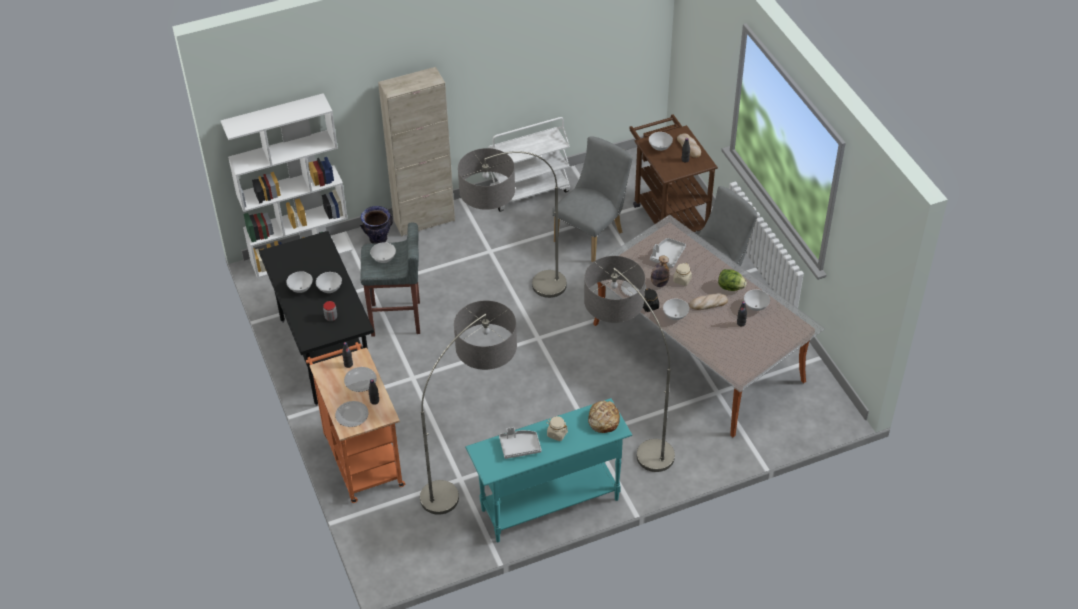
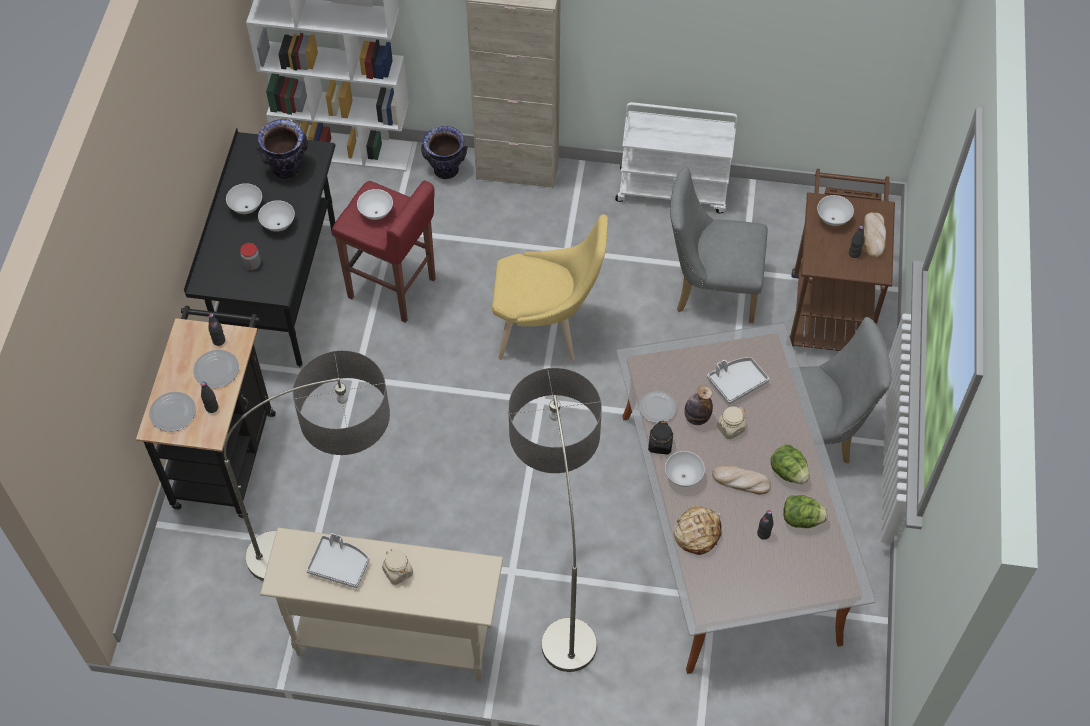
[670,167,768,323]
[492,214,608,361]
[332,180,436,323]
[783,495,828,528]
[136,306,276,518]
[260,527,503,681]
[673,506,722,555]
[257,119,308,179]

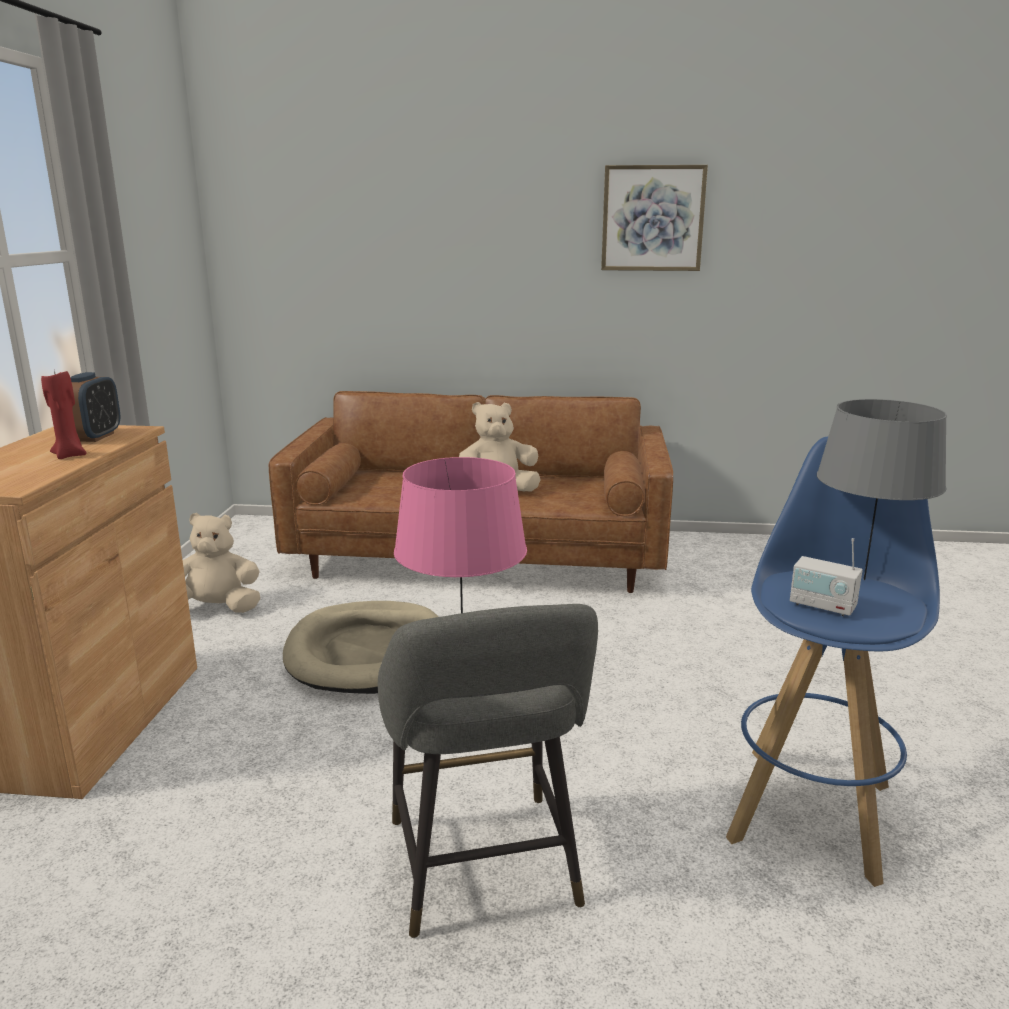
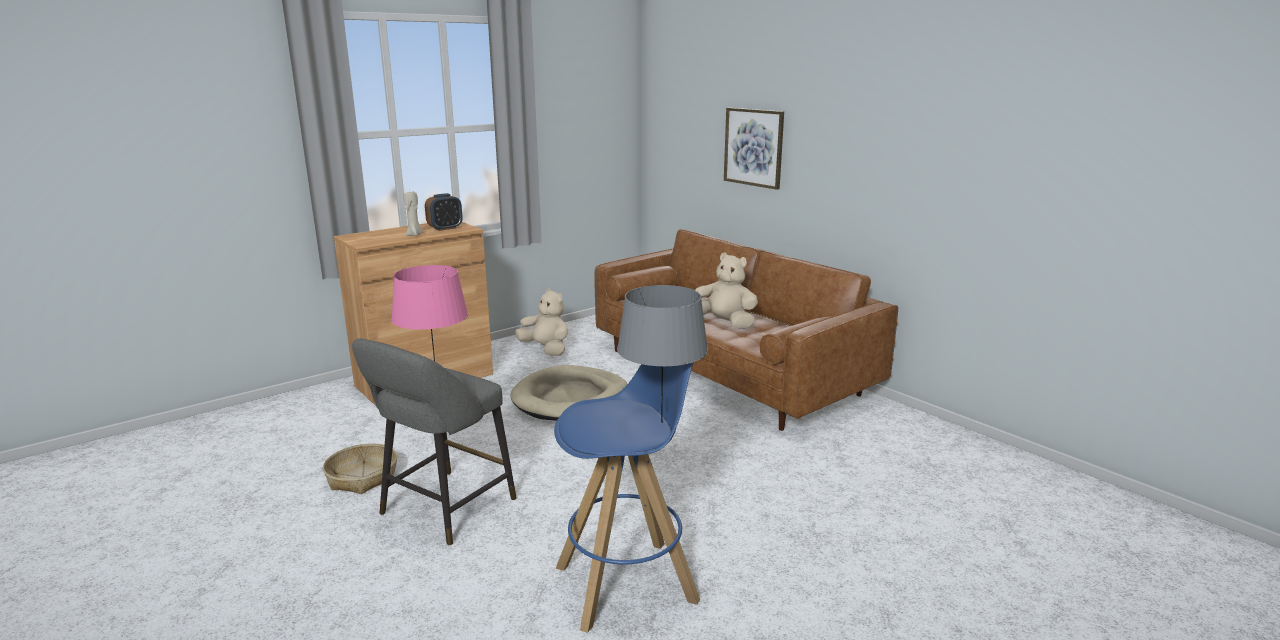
[724,108,784,190]
[403,192,423,236]
[790,538,863,616] (first image)
[323,444,397,494]

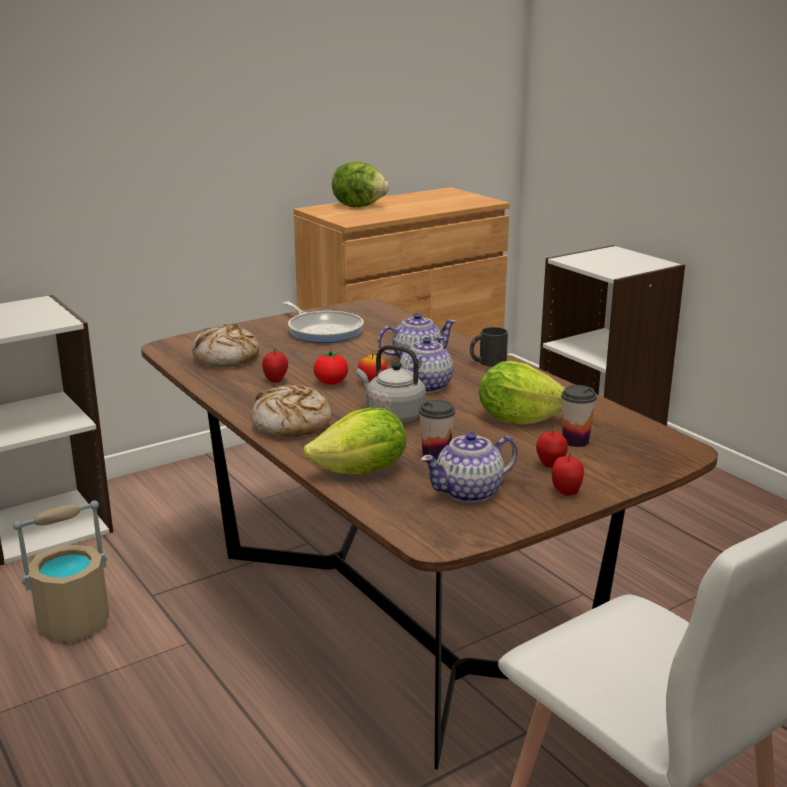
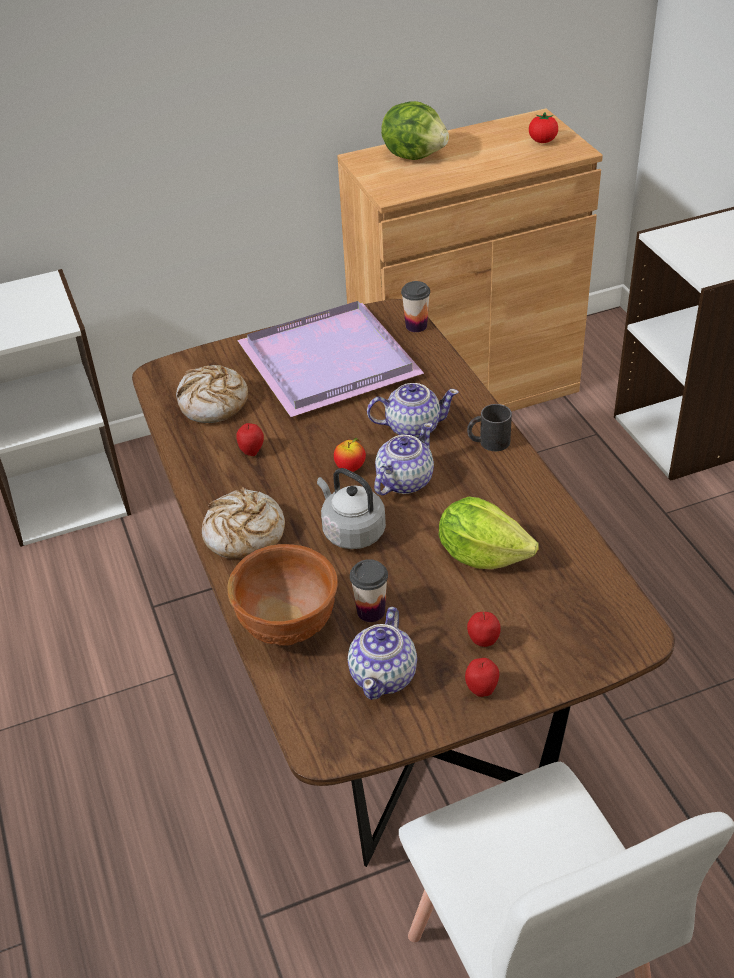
[237,301,424,417]
[529,112,558,143]
[401,281,430,332]
[227,544,338,646]
[348,607,417,700]
[13,500,109,642] (first image)

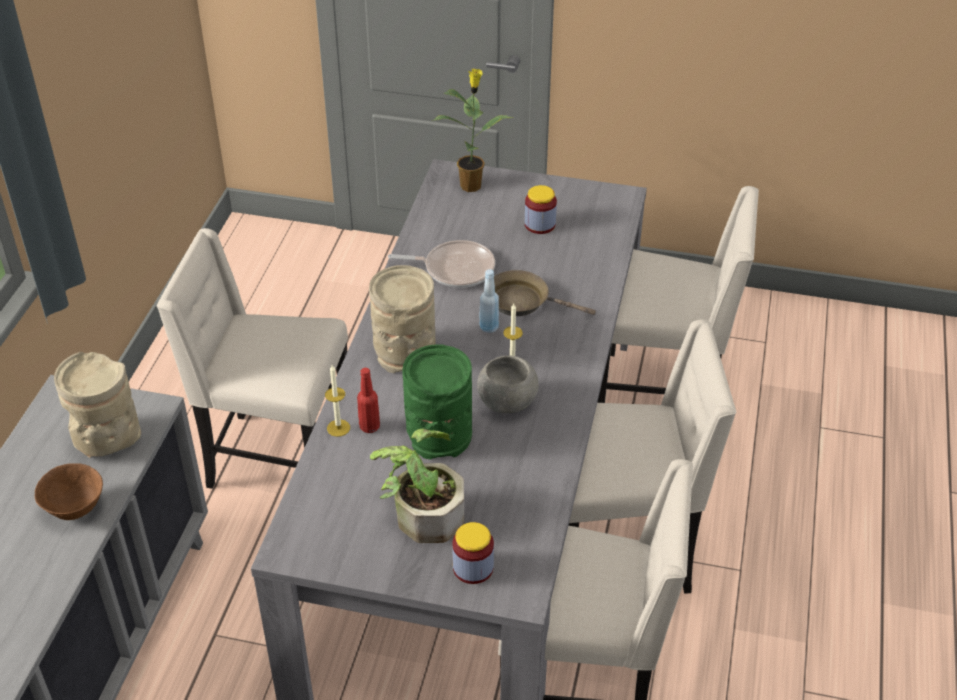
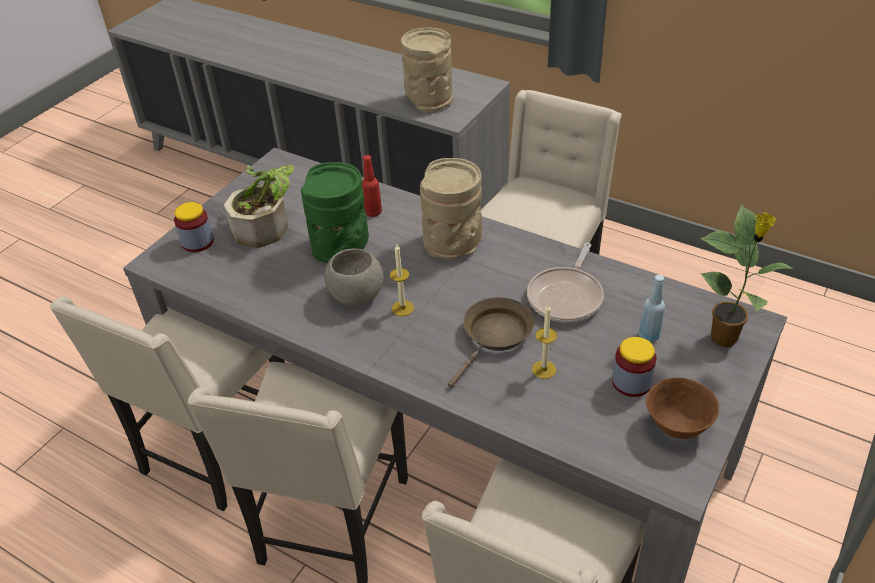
[639,275,665,342]
[532,305,557,379]
[646,378,719,439]

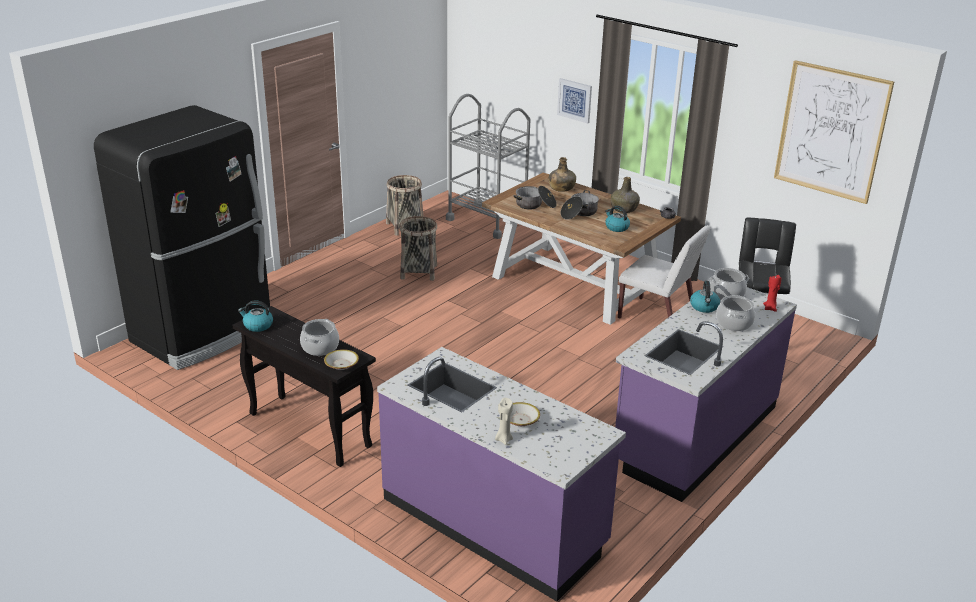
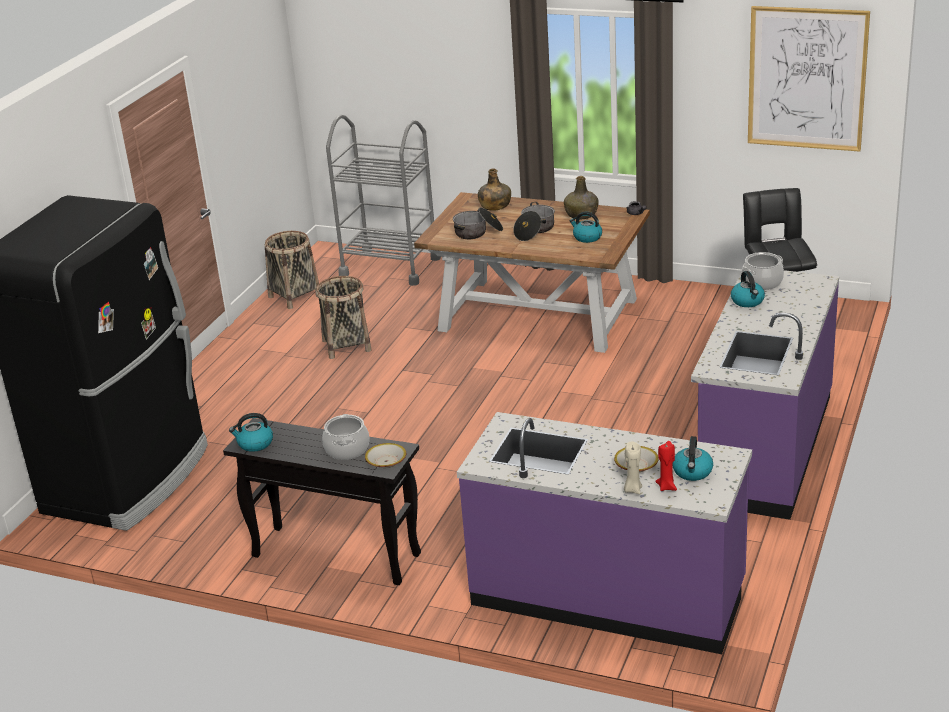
[557,78,592,123] (first image)
[618,225,710,319] (first image)
[655,441,677,491]
[716,295,755,331] (first image)
[673,436,713,481]

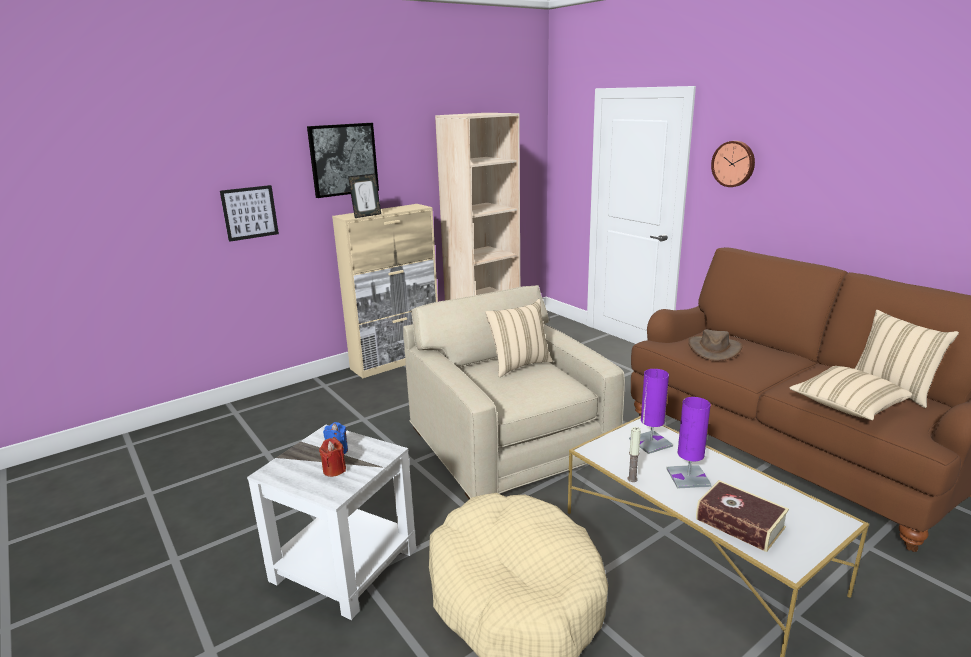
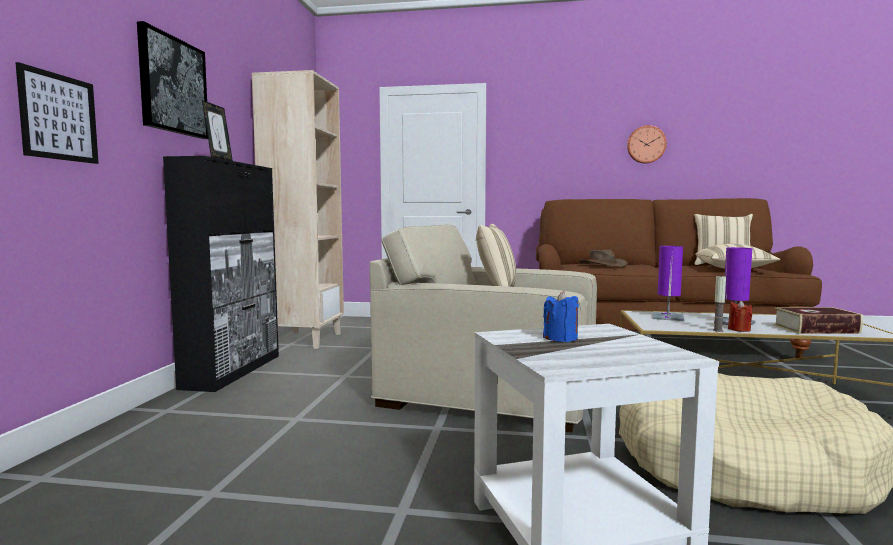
[627,125,667,163]
[163,156,279,392]
[728,300,752,332]

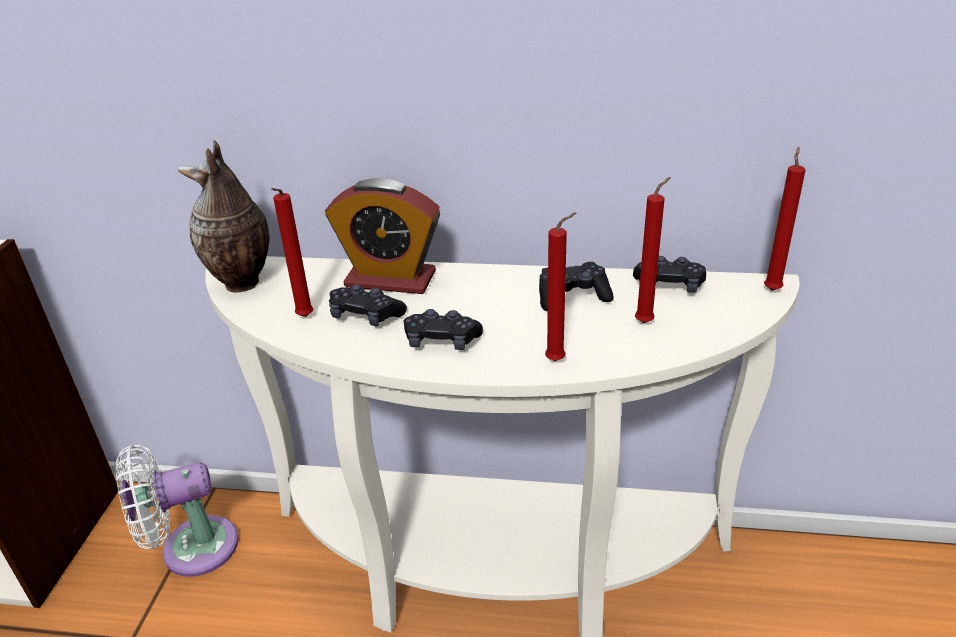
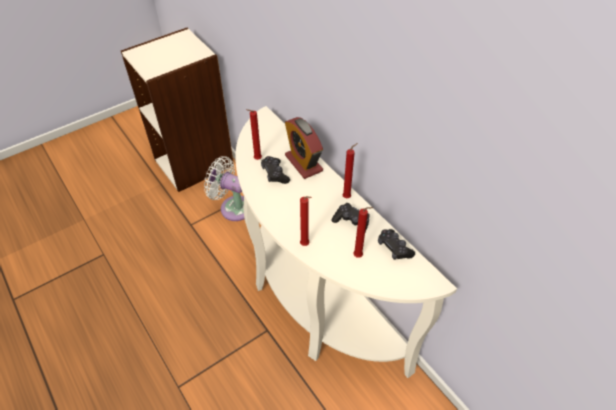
[178,140,270,293] (first image)
[343,143,358,198]
[404,309,483,350] (first image)

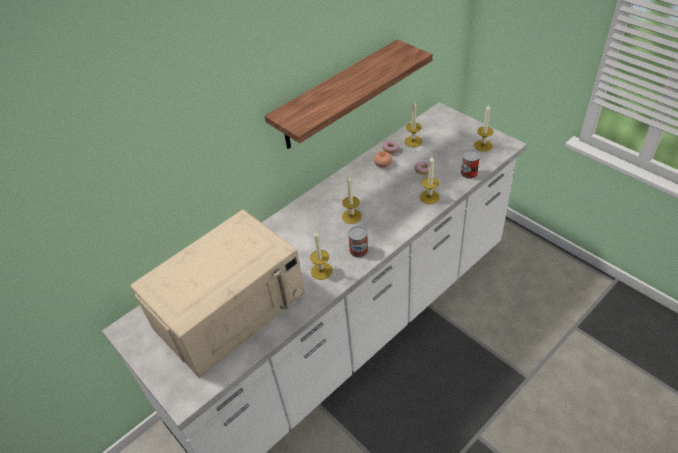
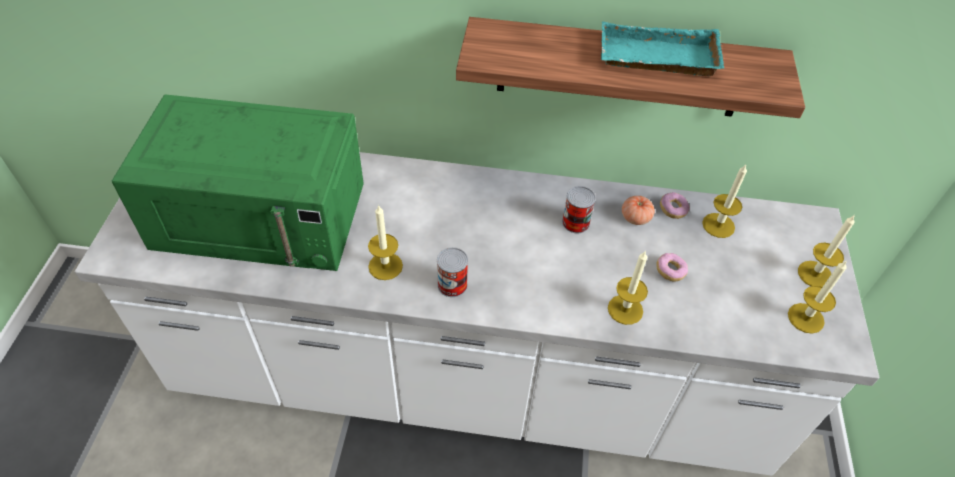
[562,186,596,233]
[798,214,855,287]
[112,94,364,271]
[601,22,724,76]

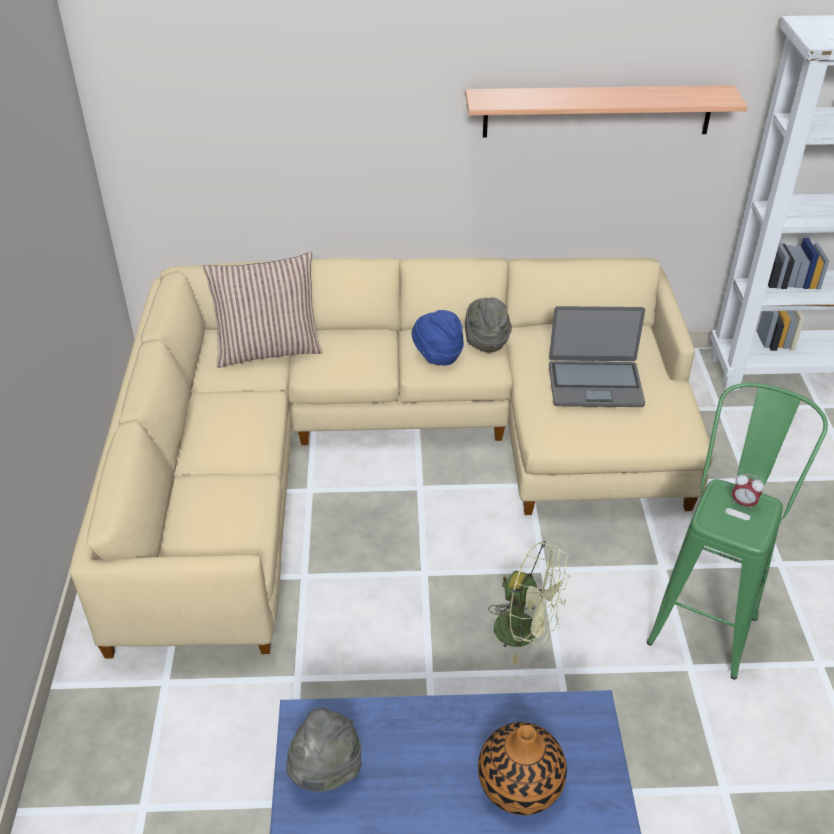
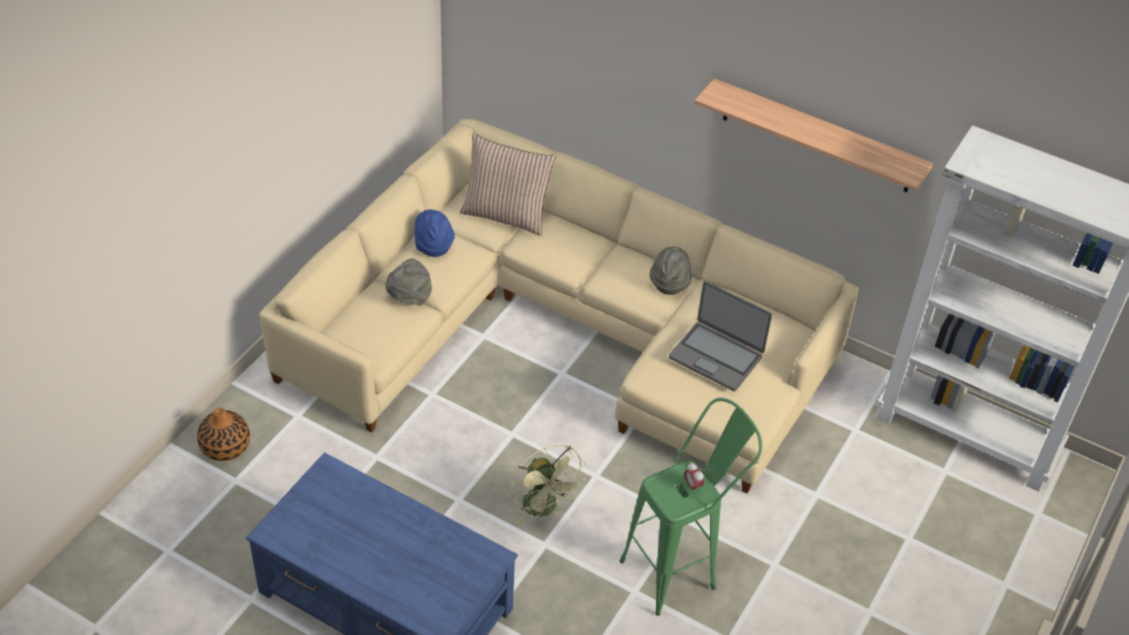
[414,210,455,257]
[385,258,432,306]
[197,408,250,461]

